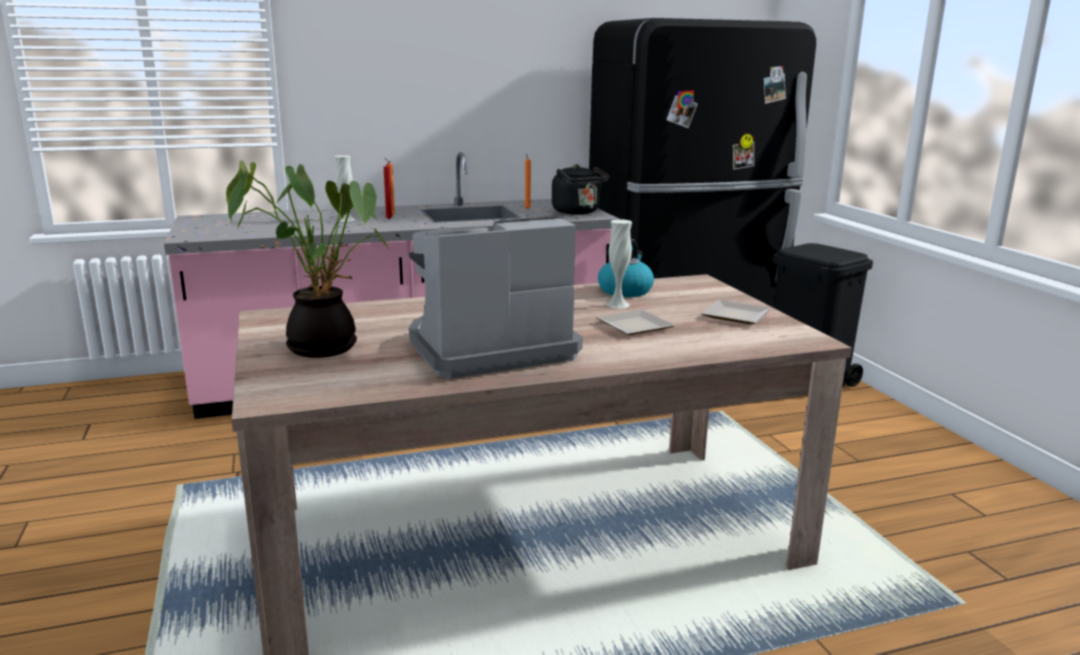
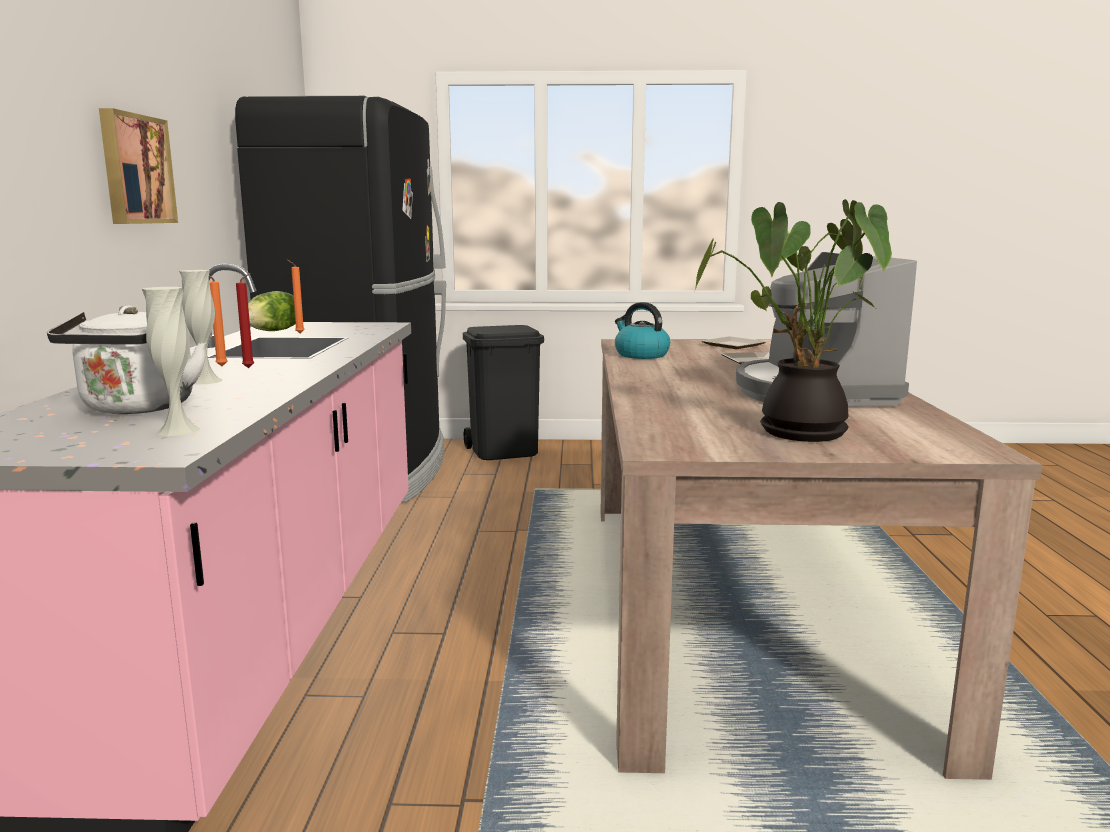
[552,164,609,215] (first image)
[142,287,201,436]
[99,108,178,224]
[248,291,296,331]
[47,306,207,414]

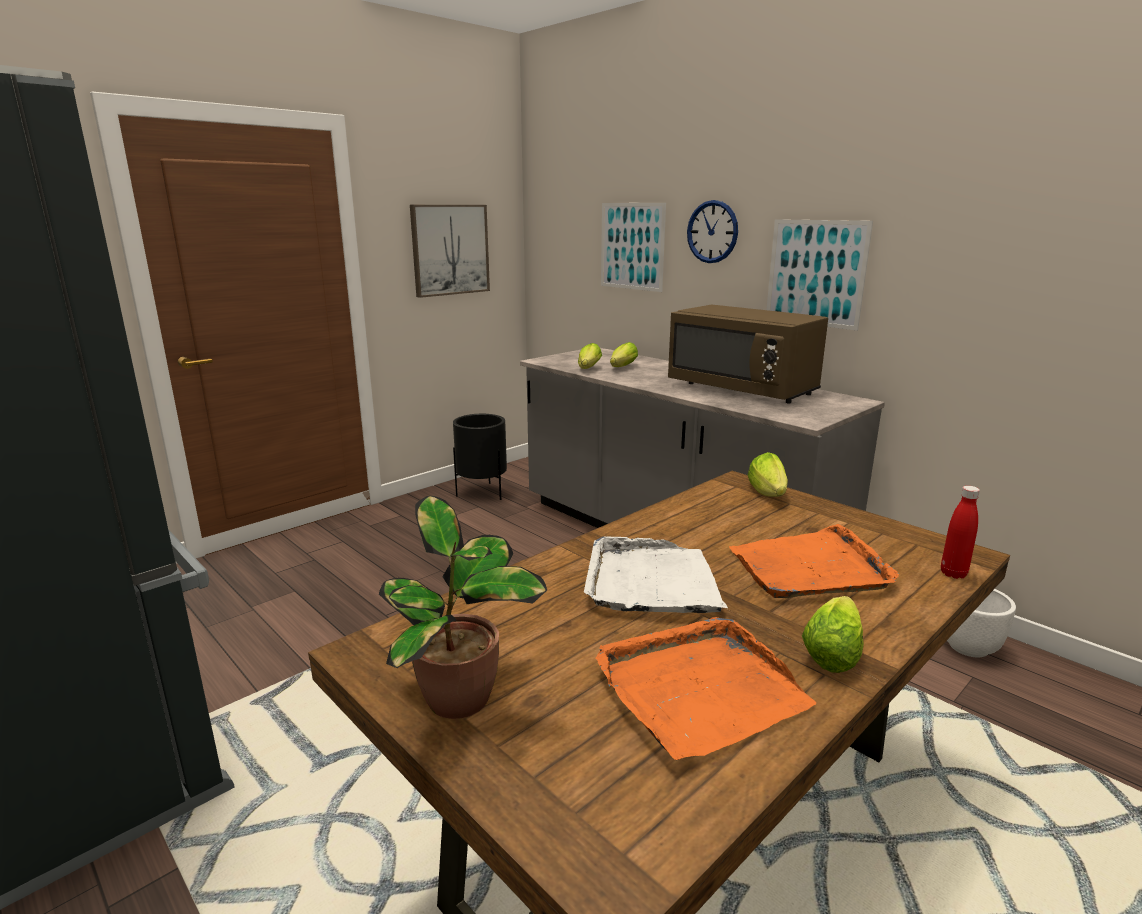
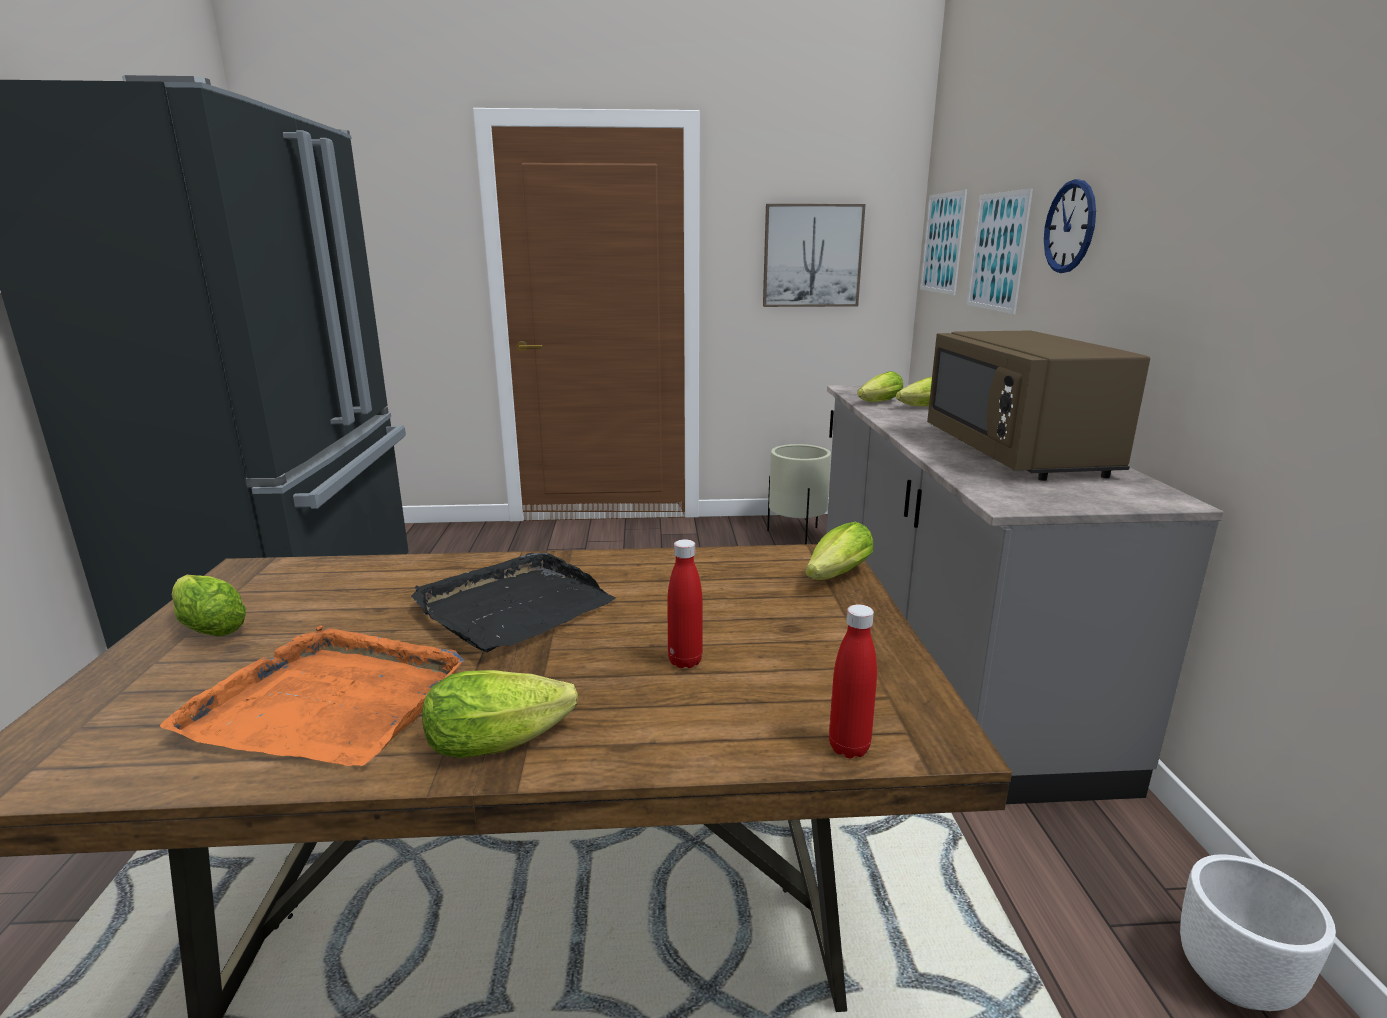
[920,190,967,295]
[767,444,831,544]
[172,575,246,637]
[667,539,703,668]
[411,553,616,653]

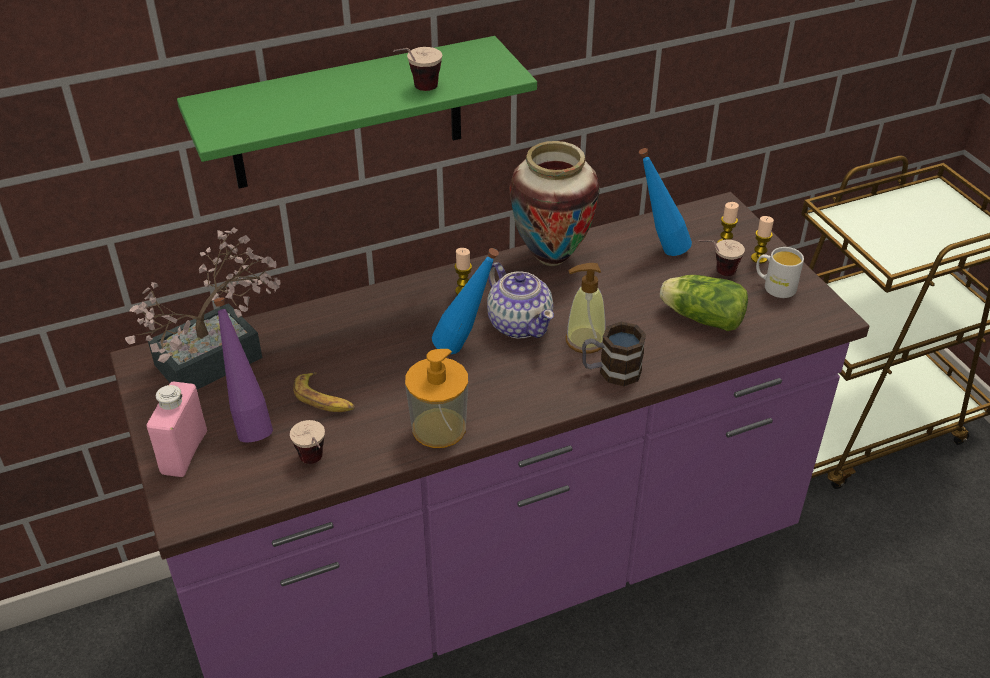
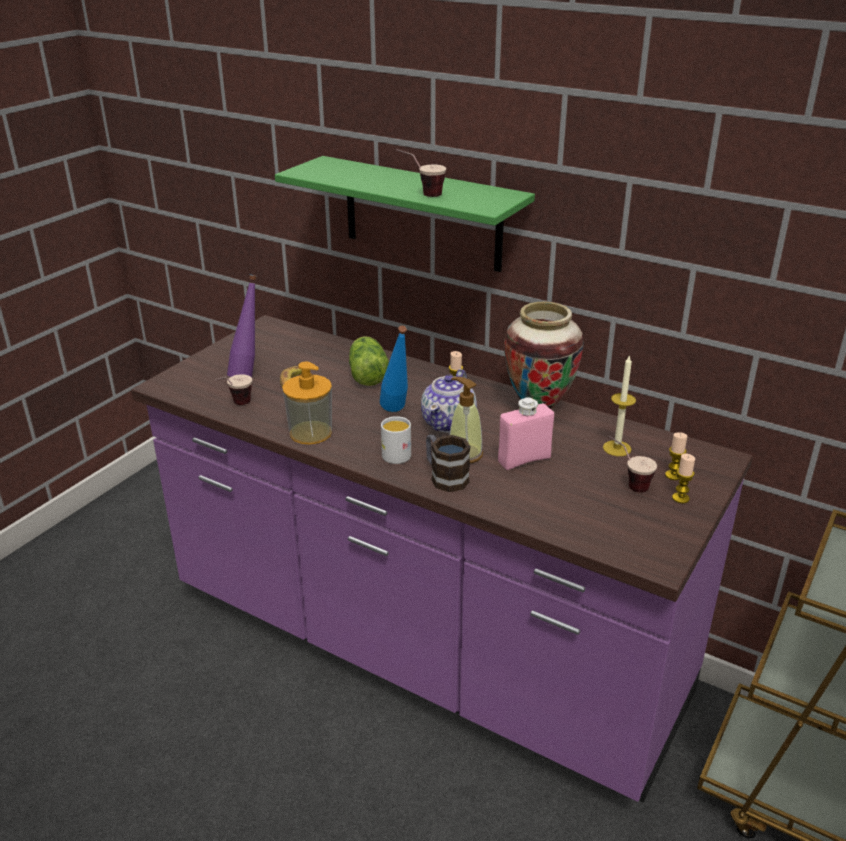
[603,355,636,456]
[125,228,280,389] (first image)
[381,416,411,464]
[349,336,389,386]
[498,397,554,470]

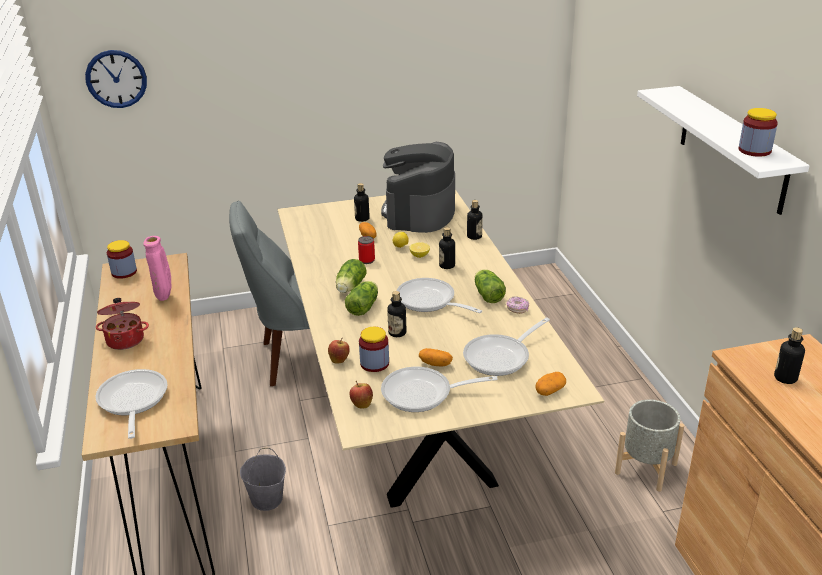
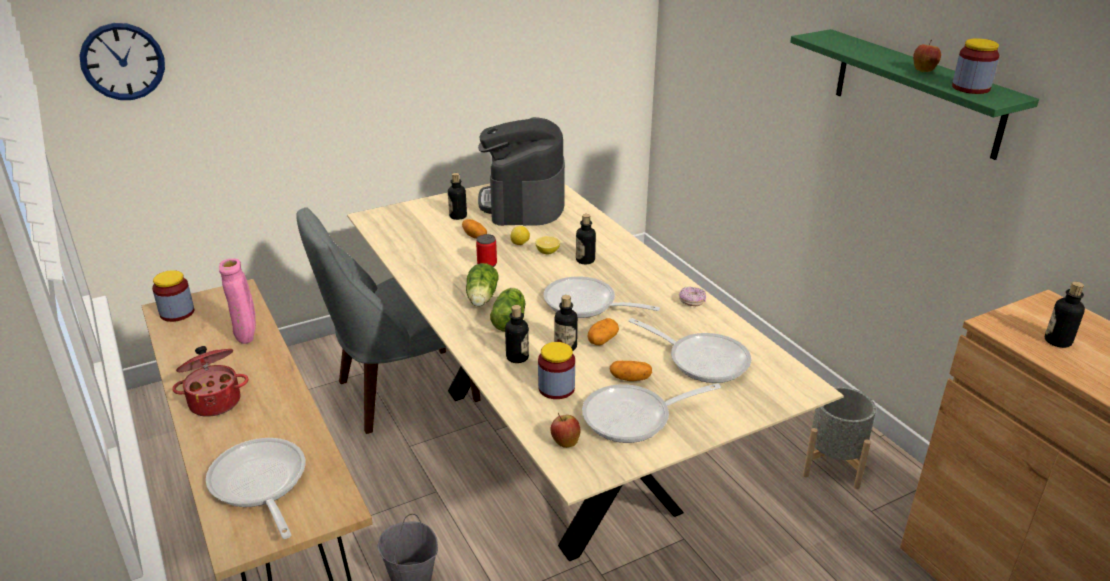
[790,29,1039,160]
[505,305,529,363]
[475,270,506,303] (first image)
[629,318,751,383]
[913,40,941,72]
[587,318,619,345]

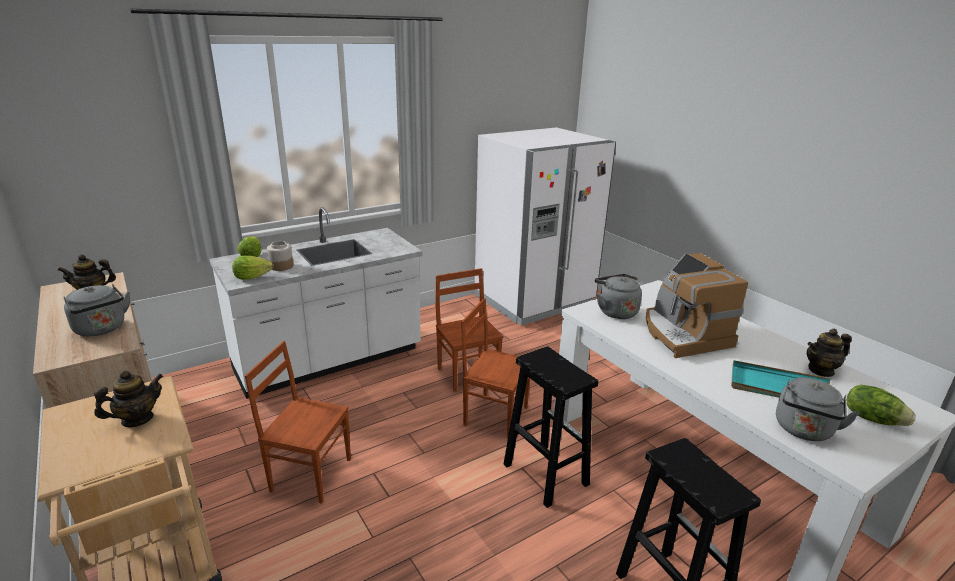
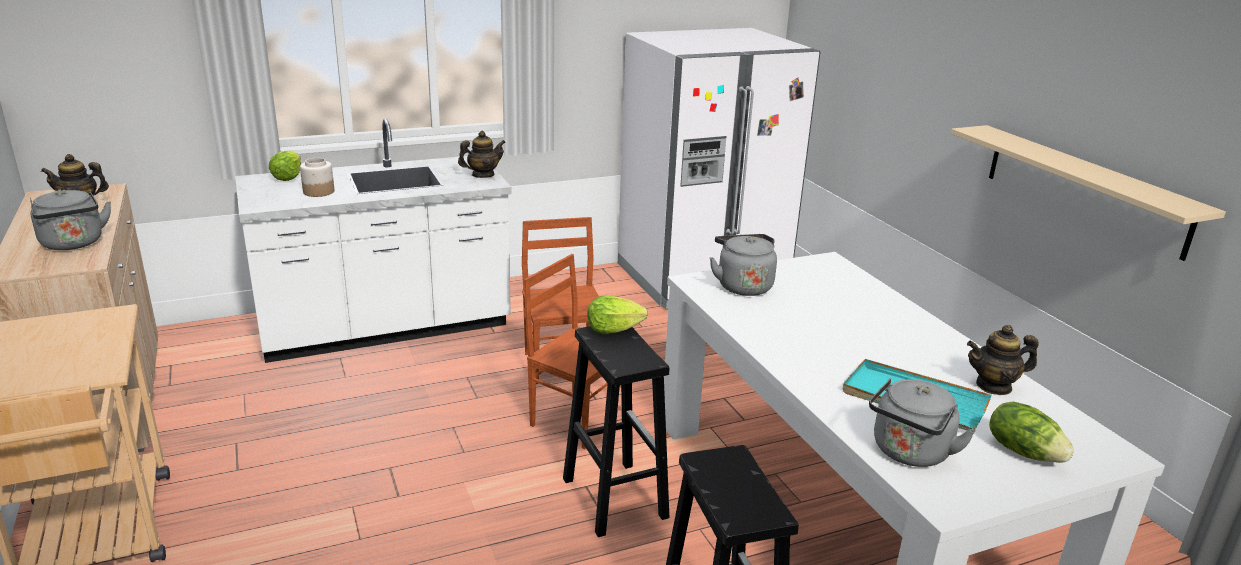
[646,253,748,358] (first image)
[588,296,648,334]
[245,341,351,504] (first image)
[458,131,506,178]
[951,125,1226,261]

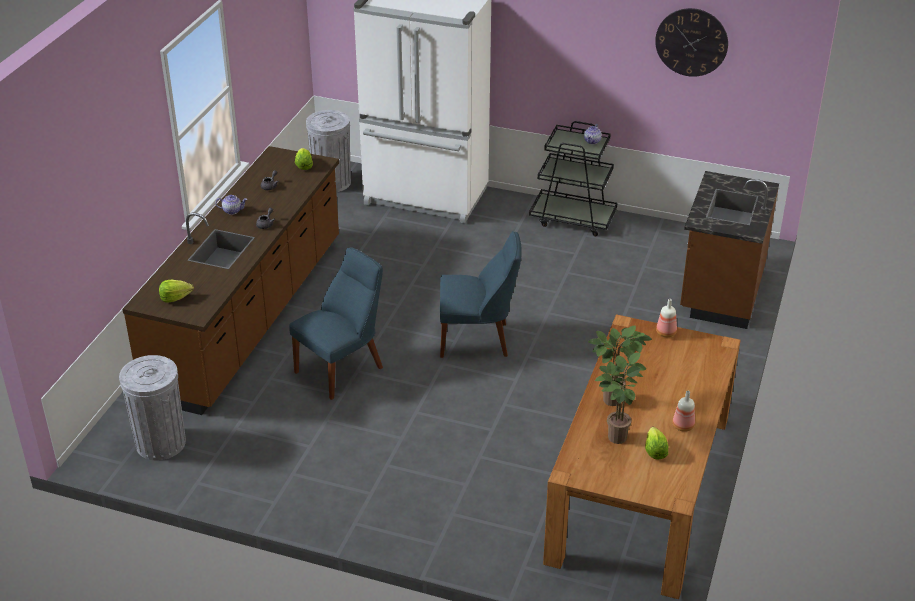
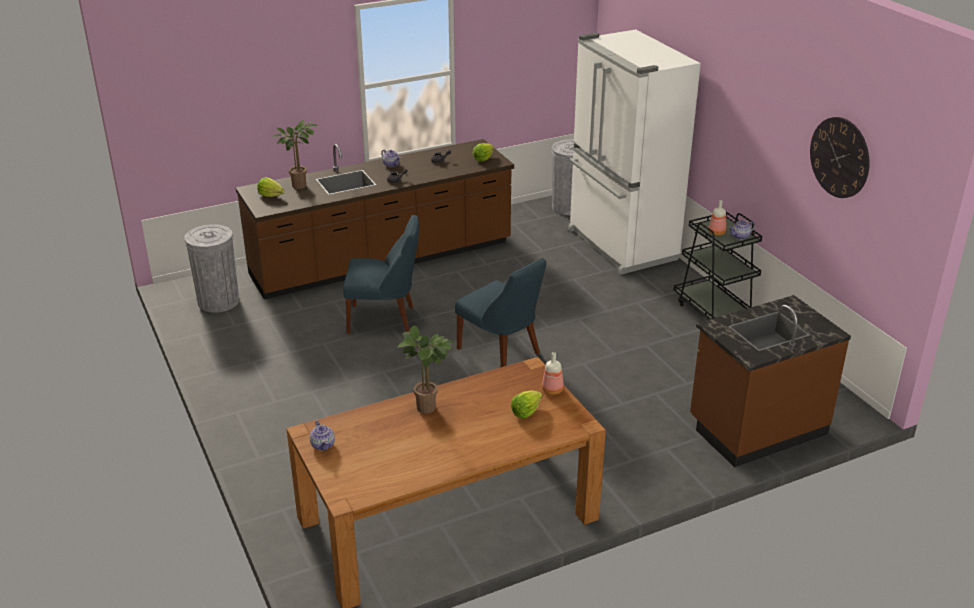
[272,120,318,189]
[708,200,726,235]
[511,391,542,419]
[310,420,335,451]

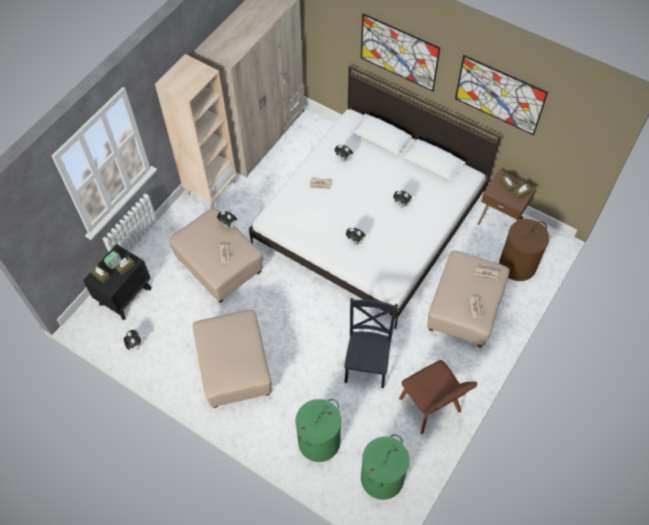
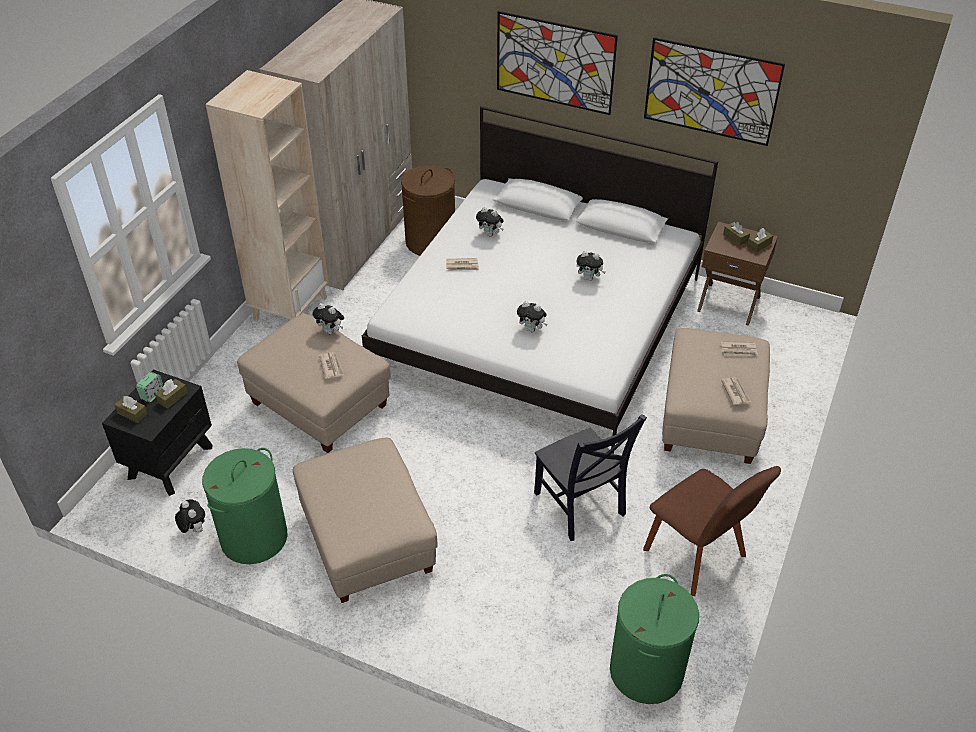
[401,166,455,256]
[534,414,647,541]
[202,448,288,564]

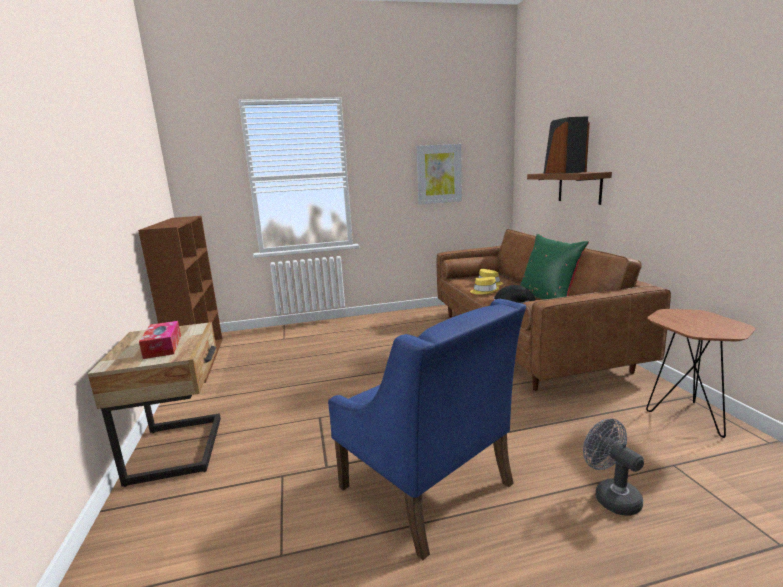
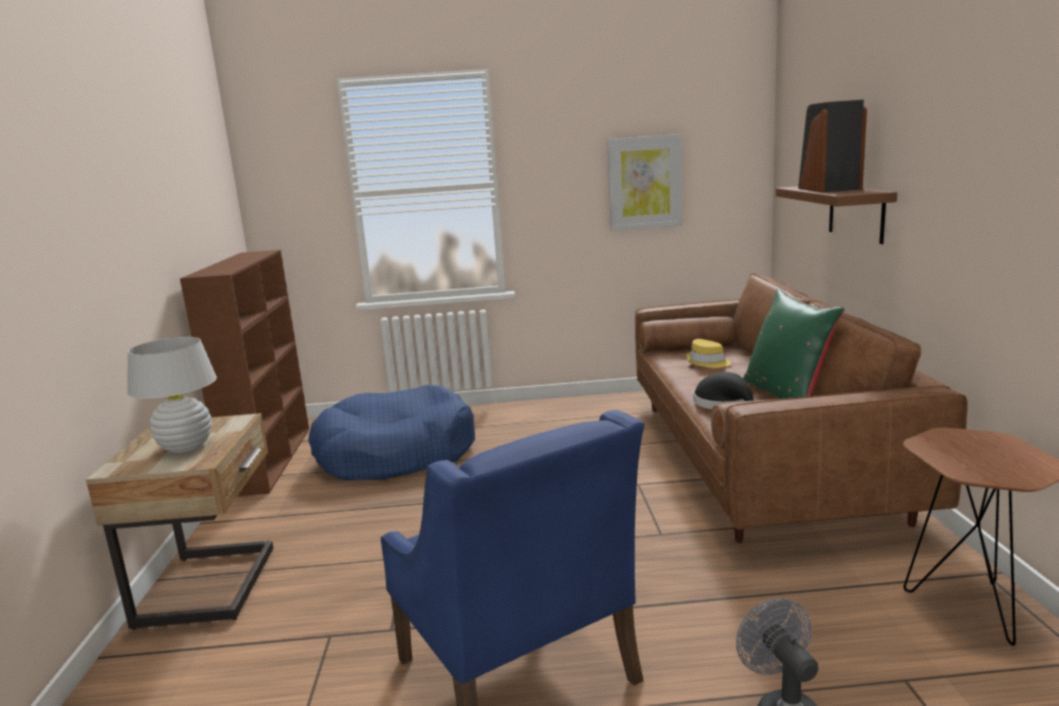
[470,277,499,295] (first image)
[127,337,217,453]
[308,385,475,480]

